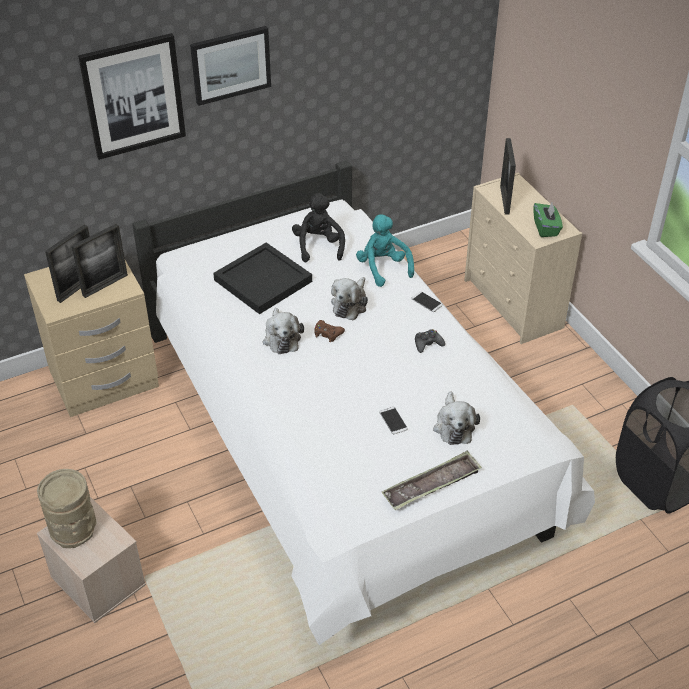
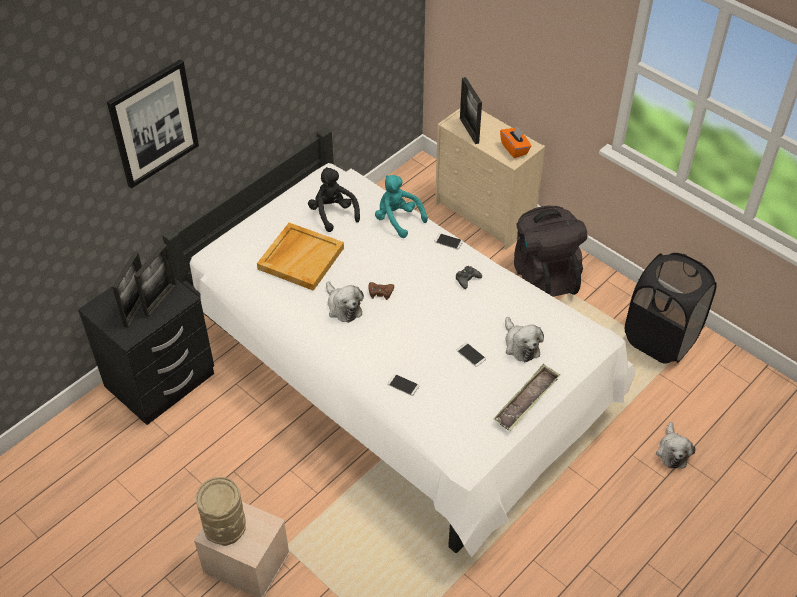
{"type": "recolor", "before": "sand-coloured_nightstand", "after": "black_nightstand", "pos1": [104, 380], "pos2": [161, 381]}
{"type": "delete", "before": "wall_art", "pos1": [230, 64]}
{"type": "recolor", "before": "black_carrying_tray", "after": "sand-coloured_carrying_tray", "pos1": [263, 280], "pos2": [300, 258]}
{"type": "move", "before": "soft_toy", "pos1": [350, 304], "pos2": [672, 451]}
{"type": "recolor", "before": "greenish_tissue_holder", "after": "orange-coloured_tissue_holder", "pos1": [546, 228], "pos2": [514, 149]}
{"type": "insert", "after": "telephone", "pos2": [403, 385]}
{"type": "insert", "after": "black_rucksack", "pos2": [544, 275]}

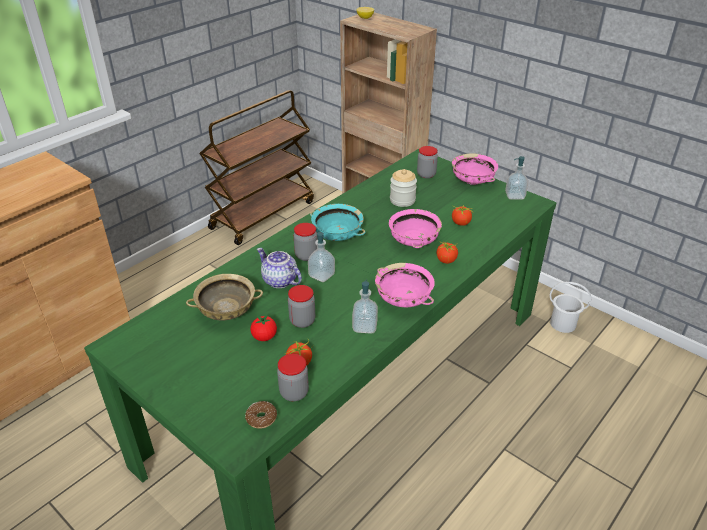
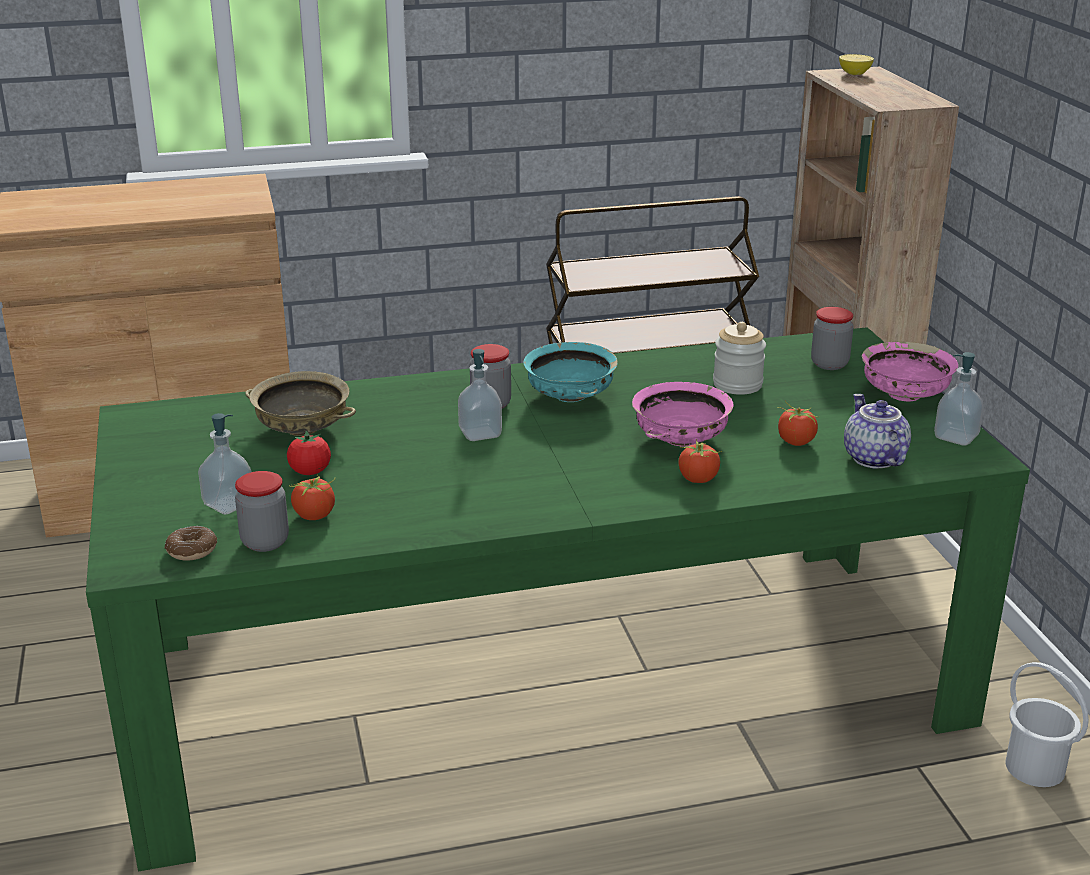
{"type": "move", "before": "teapot", "pos1": [279, 281], "pos2": [872, 458]}
{"type": "delete", "before": "preserve_jar", "pos1": [302, 321]}
{"type": "move", "before": "liquid_soap_bottle", "pos1": [364, 326], "pos2": [228, 504]}
{"type": "delete", "before": "pinkish_bowl", "pos1": [403, 298]}

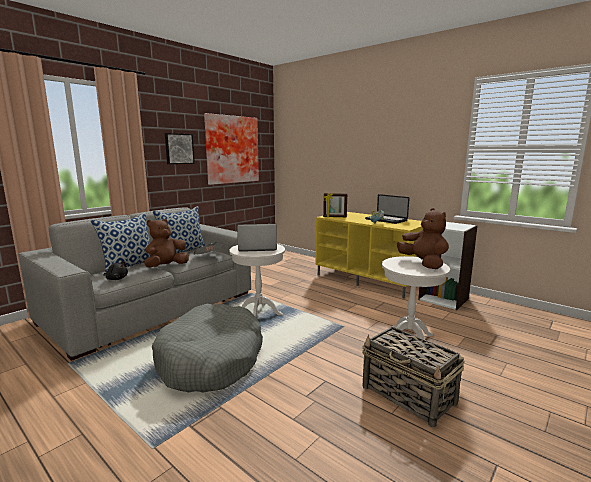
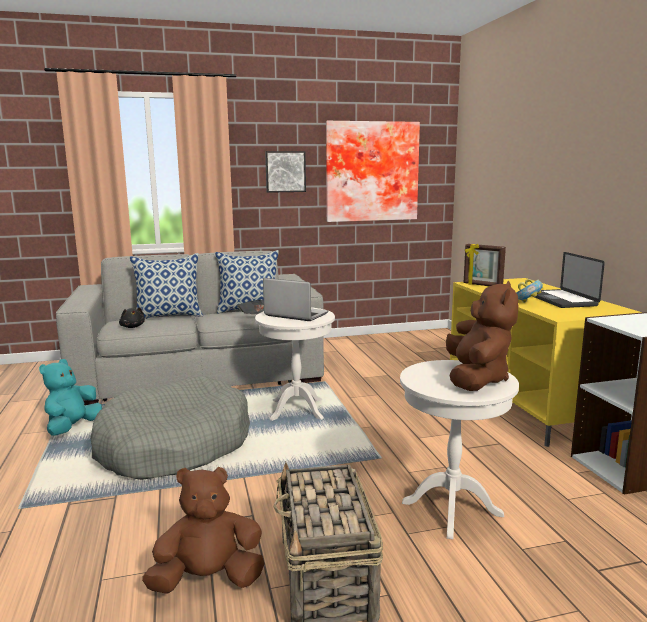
{"type": "move", "before": "brown-coloured_soft_toy", "pos1": [166, 266], "pos2": [208, 580]}
{"type": "insert", "after": "blue-green_soft_toy", "pos2": [73, 428]}

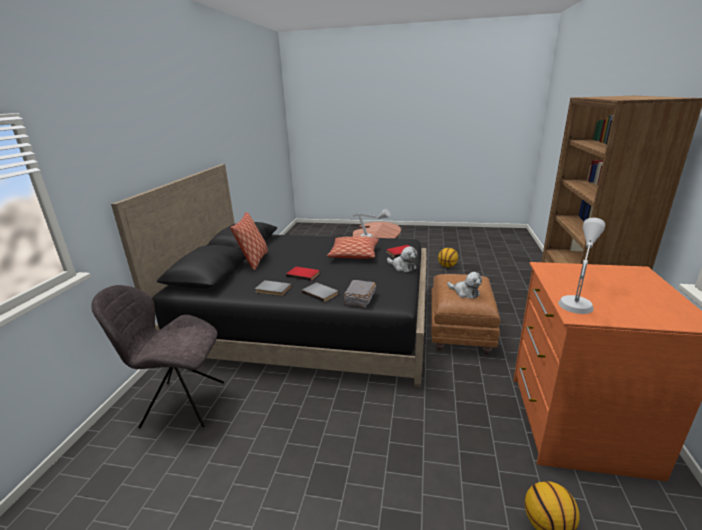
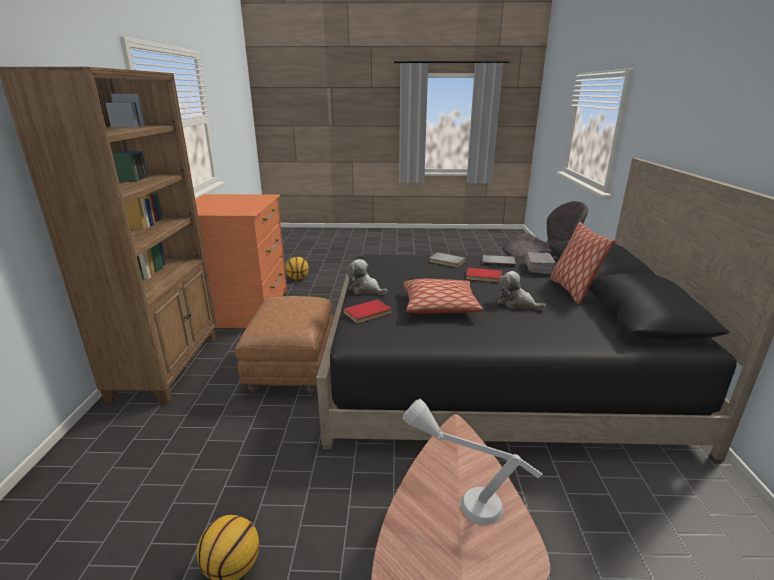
{"type": "move", "before": "grey_book", "pos1": [359, 299], "pos2": [539, 269]}
{"type": "move", "before": "soft_toy", "pos1": [465, 292], "pos2": [517, 304]}
{"type": "delete", "before": "grey_table_lamp", "pos1": [577, 298]}

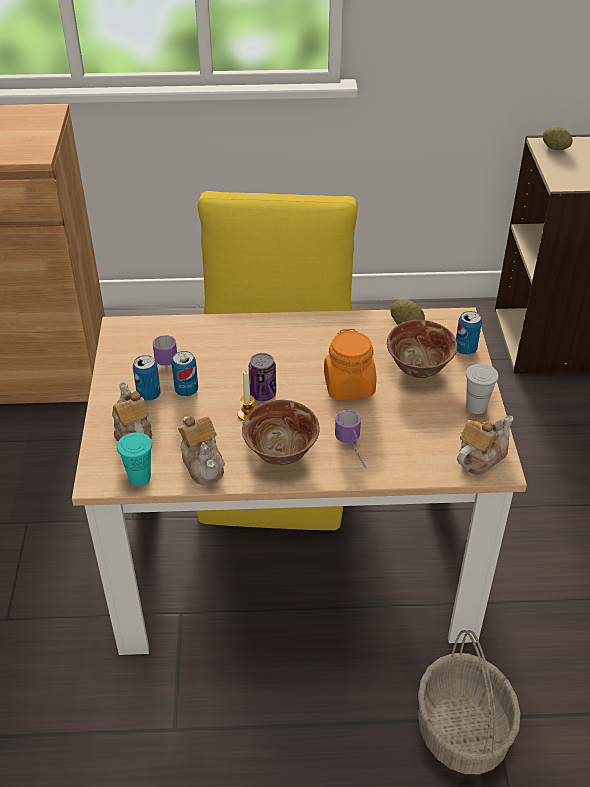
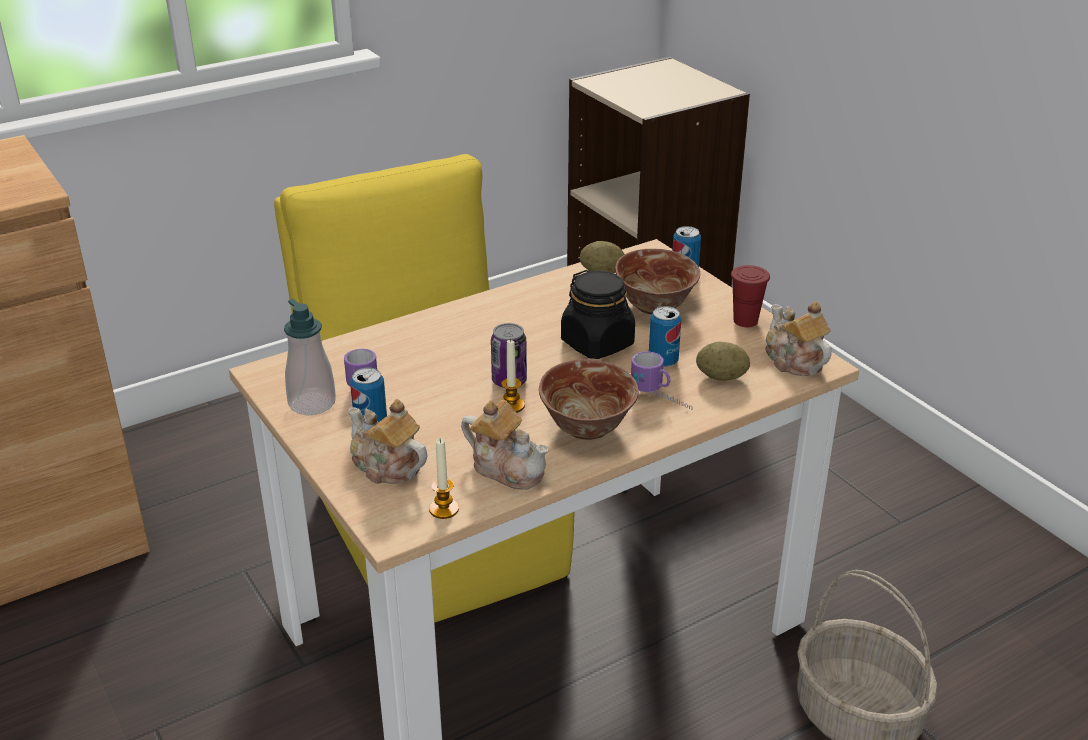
{"type": "replace", "before": "blue-green_drinking_cup", "after": "wax_light", "pos1": [139, 477], "pos2": [444, 509]}
{"type": "move", "before": "sealed_can", "pos1": [186, 390], "pos2": [663, 361]}
{"type": "recolor", "before": "orange-coloured_preserve_jar", "after": "black_preserve_jar", "pos1": [349, 386], "pos2": [597, 344]}
{"type": "rotate", "before": "teapot", "pos1": [480, 457], "pos2": [793, 361], "turn": -45}
{"type": "recolor", "before": "whitish_drinking_cup", "after": "reddish_drinking_cup", "pos1": [476, 407], "pos2": [745, 321]}
{"type": "move", "before": "potato", "pos1": [555, 148], "pos2": [721, 377]}
{"type": "insert", "after": "liquid_soap_bottle", "pos2": [312, 403]}

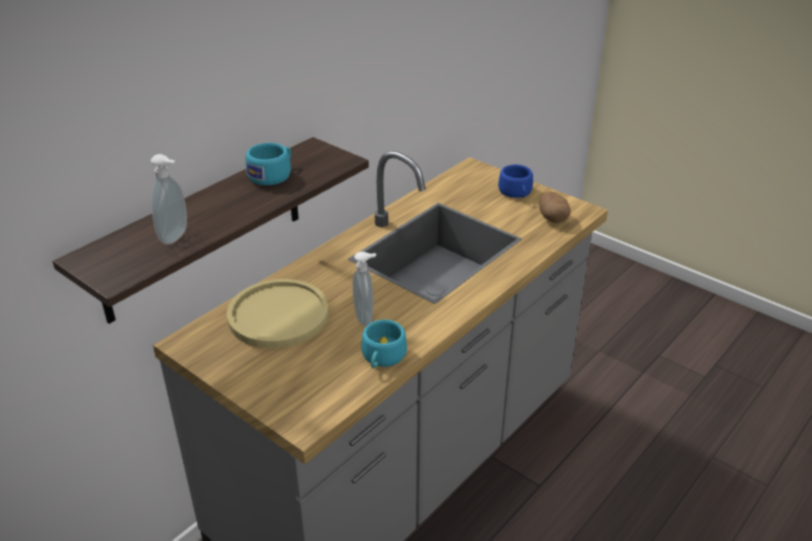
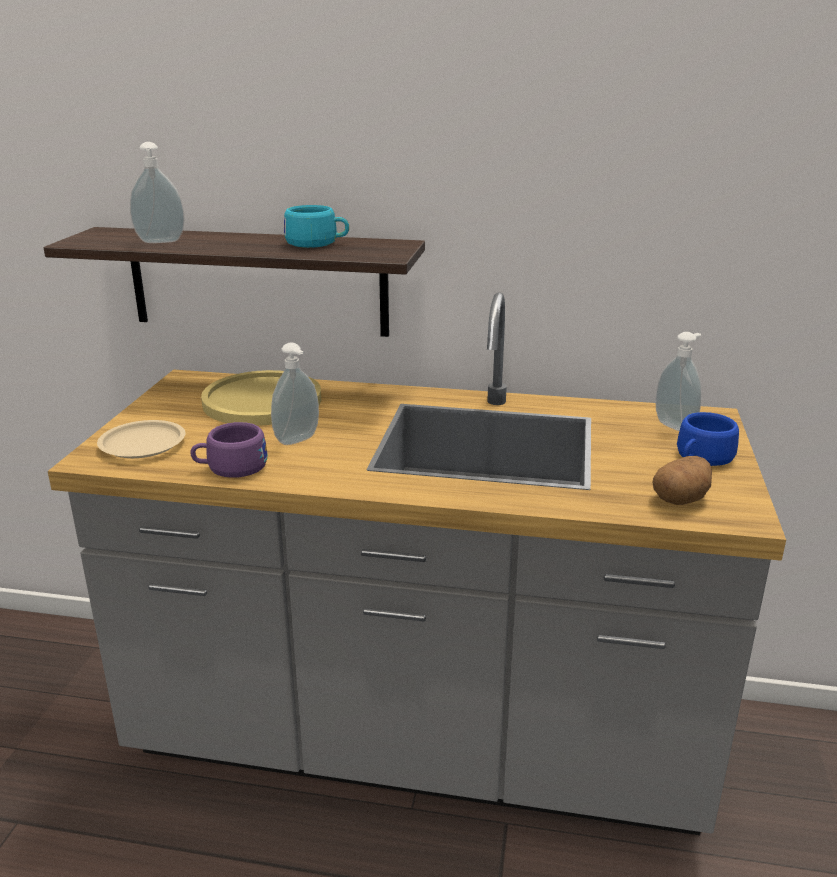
{"type": "recolor", "before": "blue-green_drinking_cup", "after": "purplish_drinking_cup", "pos1": [382, 358], "pos2": [230, 468]}
{"type": "insert", "after": "sand-coloured_plate", "pos2": [143, 445]}
{"type": "insert", "after": "liquid_soap_bottle", "pos2": [676, 425]}

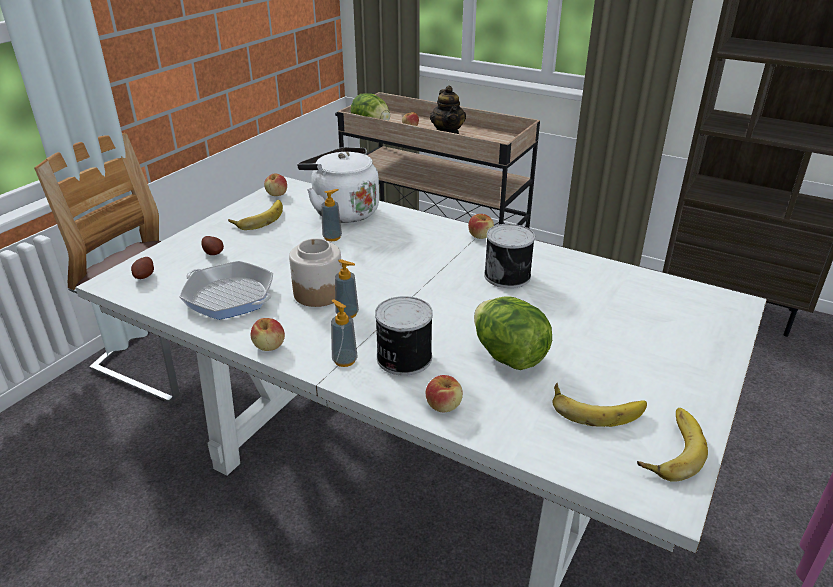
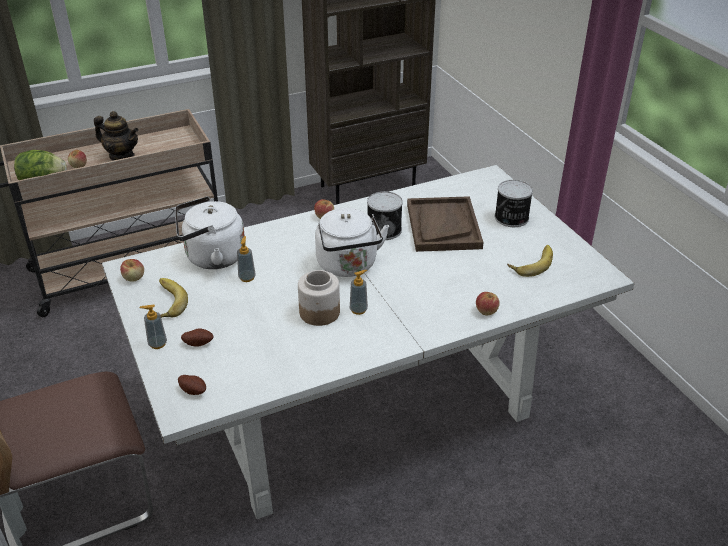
{"type": "delete", "before": "skillet", "pos1": [229, 297]}
{"type": "delete", "before": "apple", "pos1": [269, 346]}
{"type": "move", "before": "liquid_soap_bottle", "pos1": [344, 360], "pos2": [157, 344]}
{"type": "move", "before": "sealed_can", "pos1": [402, 358], "pos2": [511, 218]}
{"type": "delete", "before": "head_of_lettuce", "pos1": [508, 356]}
{"type": "delete", "before": "banana", "pos1": [668, 447]}
{"type": "insert", "after": "whitish_tea_kettle", "pos2": [348, 266]}
{"type": "insert", "after": "brown-coloured_carrying_tray", "pos2": [443, 226]}

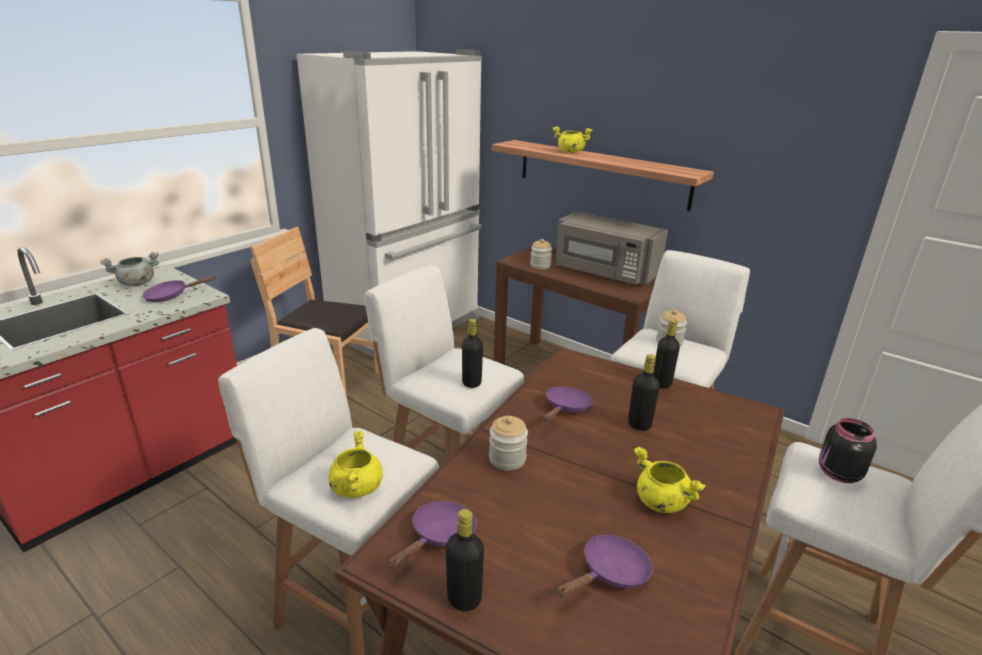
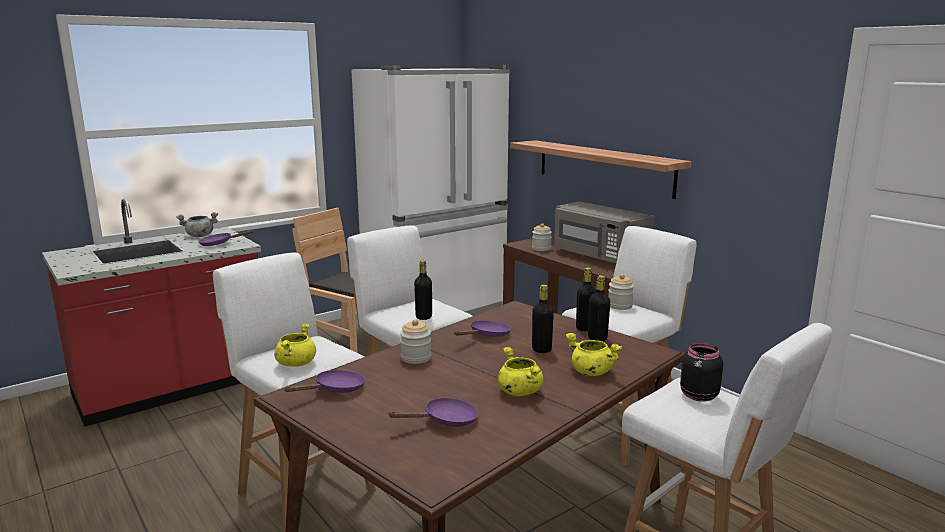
{"type": "move", "before": "black_drink_bottle", "pos1": [464, 599], "pos2": [597, 338]}
{"type": "move", "before": "yellowish_cooking_pot", "pos1": [570, 152], "pos2": [590, 372]}

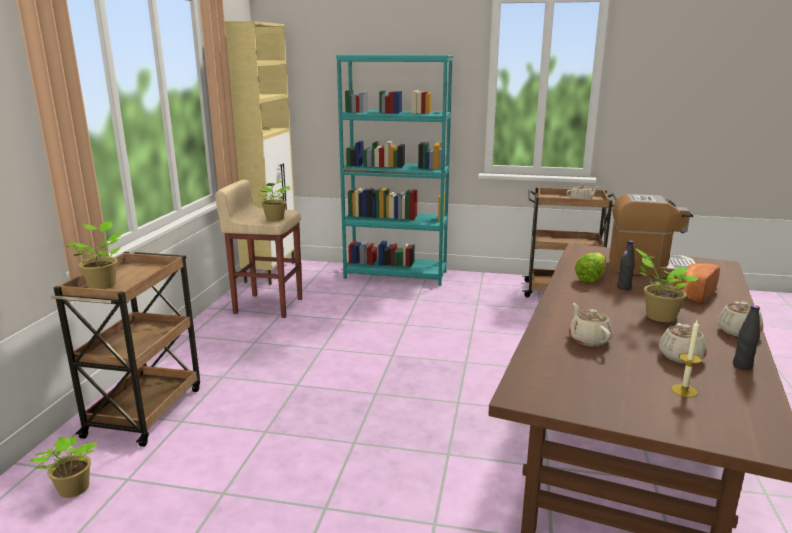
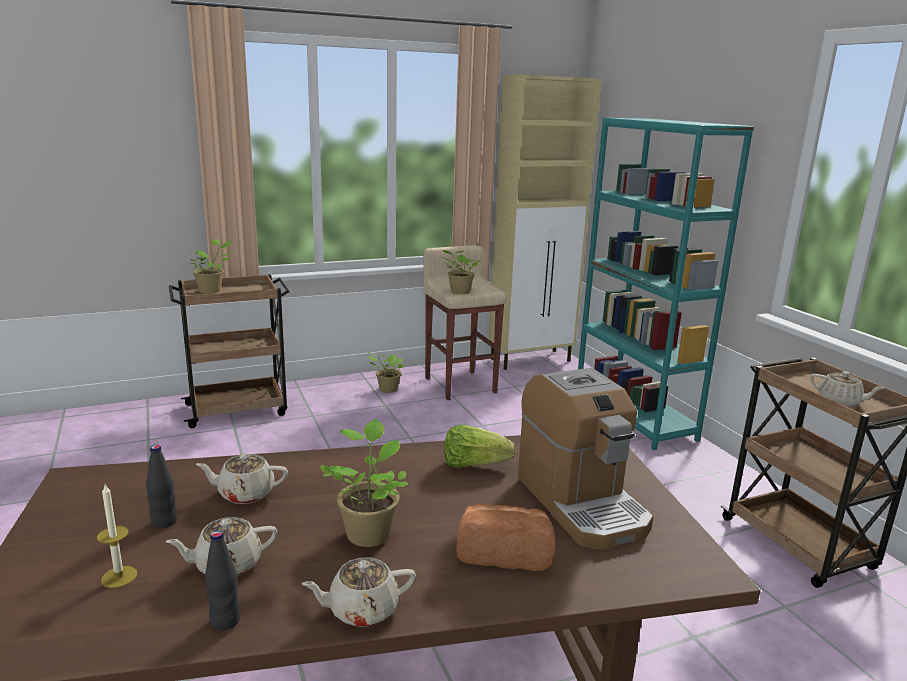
{"type": "move", "before": "houseplant", "pos1": [72, 490], "pos2": [387, 389]}
{"type": "rotate", "before": "sand-coloured_teapot", "pos1": [588, 339], "pos2": [245, 493], "turn": -135}
{"type": "move", "before": "black_drink_bottle", "pos1": [624, 287], "pos2": [164, 522]}

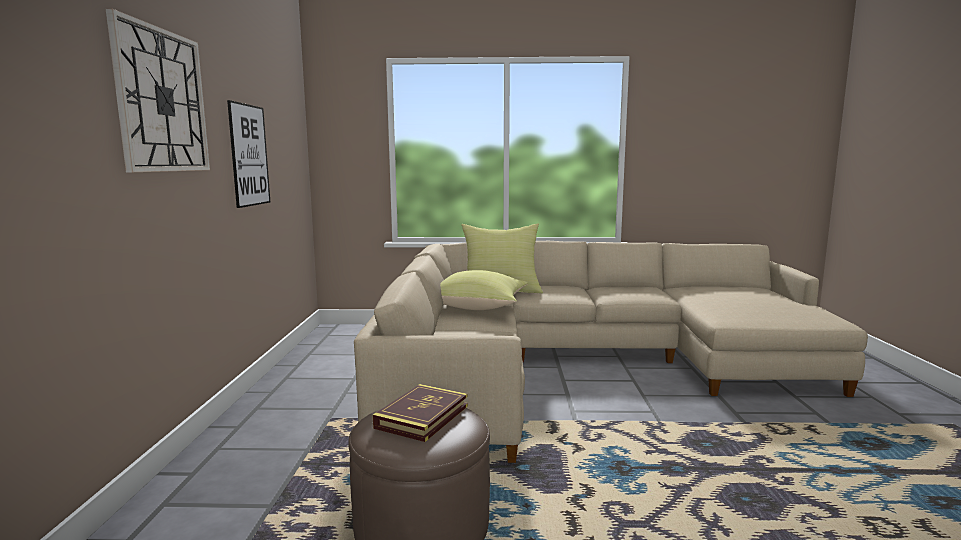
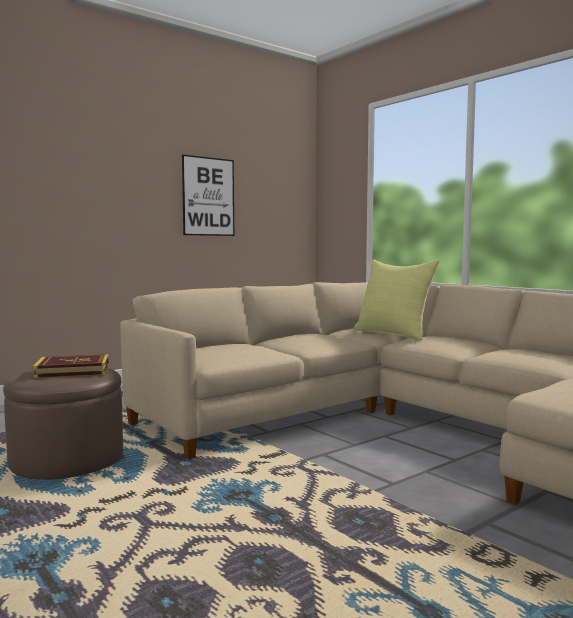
{"type": "delete", "before": "wall_clock", "pos1": [162, 101]}
{"type": "delete", "before": "yellowish_cushion", "pos1": [479, 307]}

